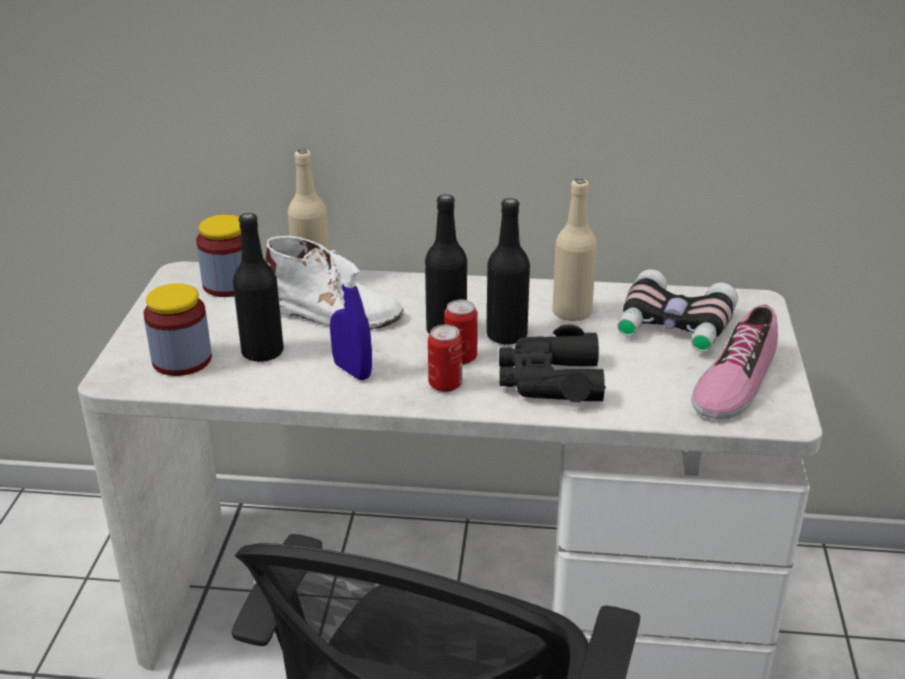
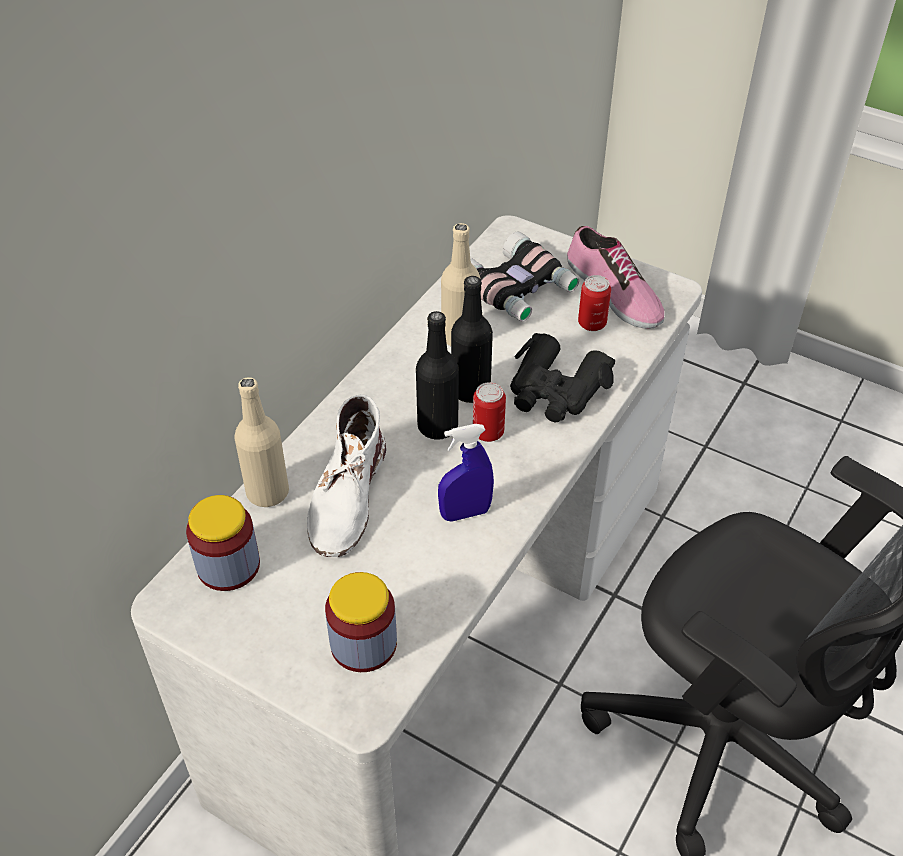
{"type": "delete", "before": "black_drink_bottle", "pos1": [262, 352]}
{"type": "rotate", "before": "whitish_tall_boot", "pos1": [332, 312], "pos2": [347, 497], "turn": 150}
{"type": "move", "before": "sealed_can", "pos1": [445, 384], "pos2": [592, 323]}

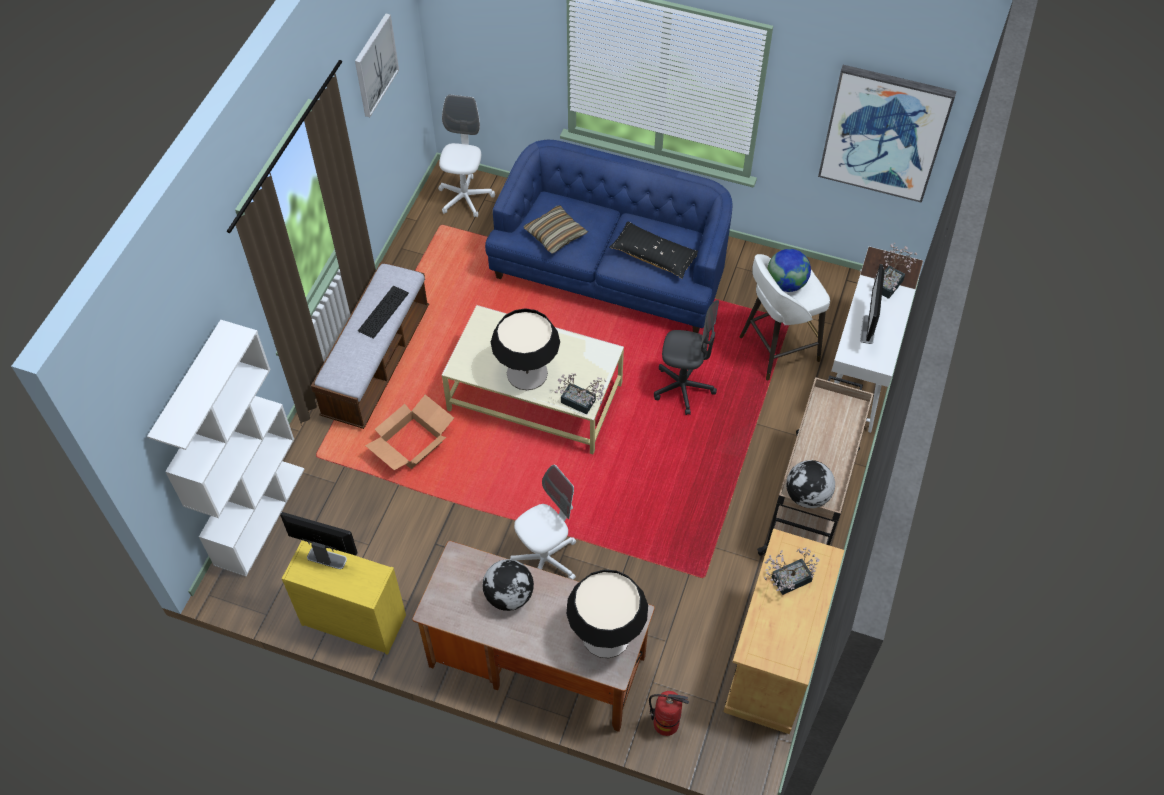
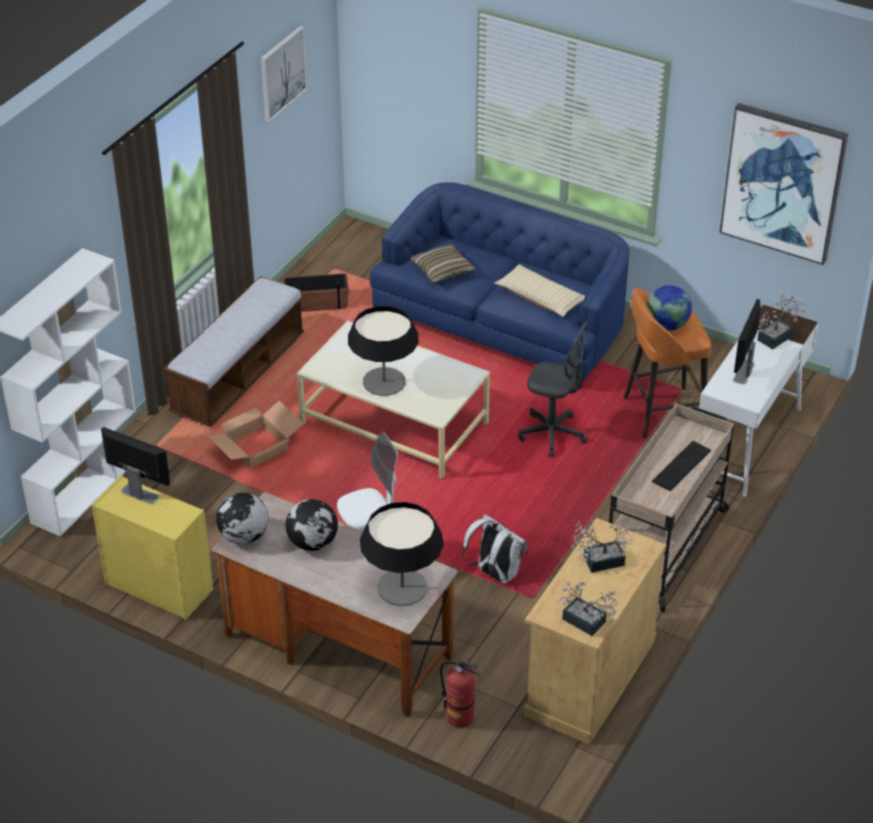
{"type": "move", "before": "PC_keyboard", "pos1": [383, 312], "pos2": [681, 466]}
{"type": "delete", "before": "whitish_office_chair", "pos1": [465, 198]}
{"type": "move", "before": "houseplant", "pos1": [581, 403], "pos2": [587, 623]}
{"type": "recolor", "before": "black_cushion", "after": "sand-coloured_cushion", "pos1": [654, 256], "pos2": [540, 298]}
{"type": "recolor", "before": "whitish_sitting_stool", "after": "orange-coloured_sitting_stool", "pos1": [776, 349], "pos2": [661, 413]}
{"type": "move", "before": "globe", "pos1": [807, 496], "pos2": [243, 536]}
{"type": "insert", "after": "planter", "pos2": [316, 304]}
{"type": "insert", "after": "whitish_rucksack", "pos2": [495, 574]}

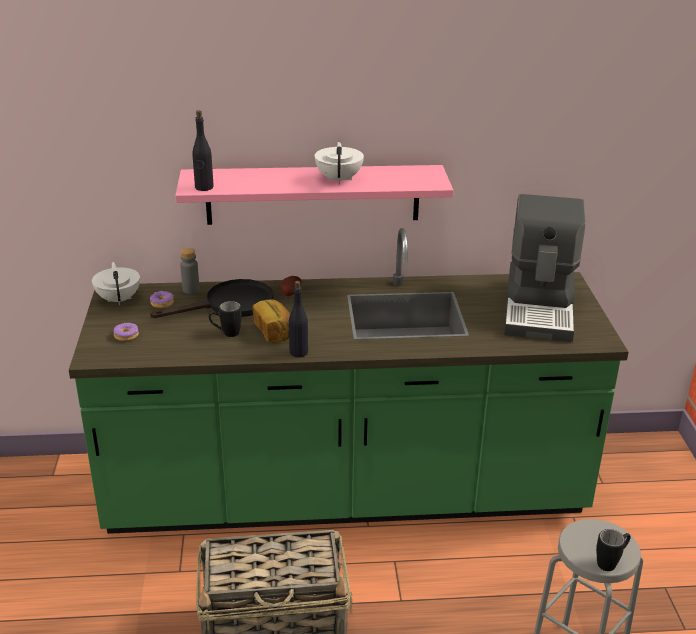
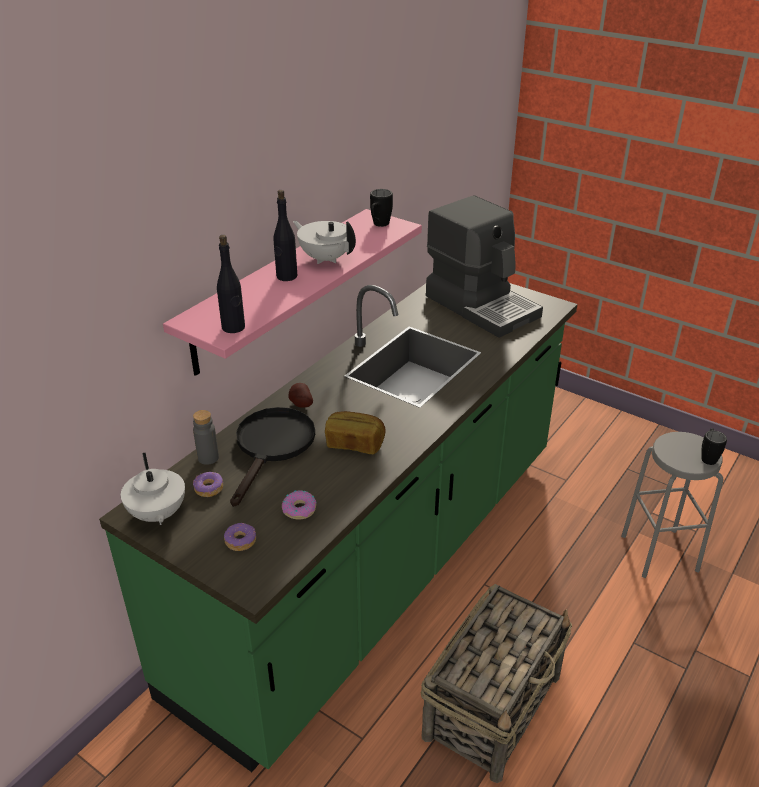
{"type": "rotate", "before": "whitish_teapot", "pos1": [119, 299], "pos2": [157, 515], "turn": -135}
{"type": "move", "before": "black_coffee_mug", "pos1": [226, 333], "pos2": [379, 225]}
{"type": "move", "before": "black_drink_bottle", "pos1": [298, 352], "pos2": [286, 276]}
{"type": "insert", "after": "doughnut", "pos2": [300, 509]}

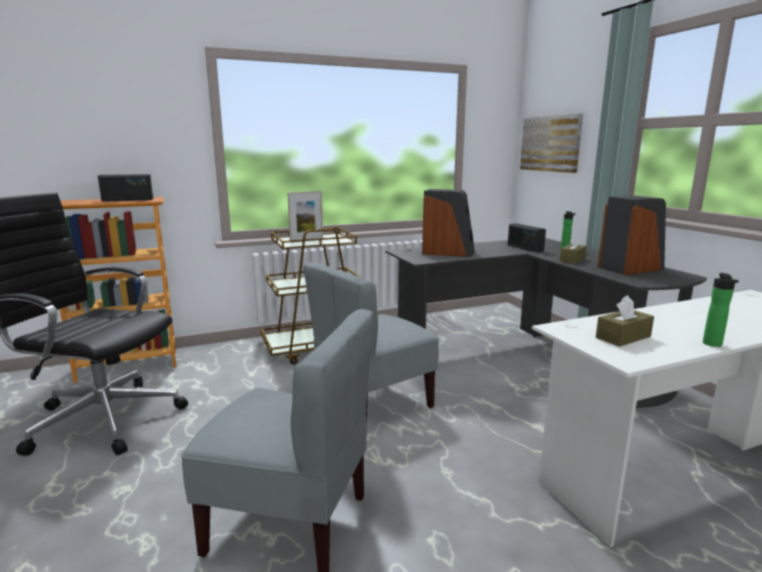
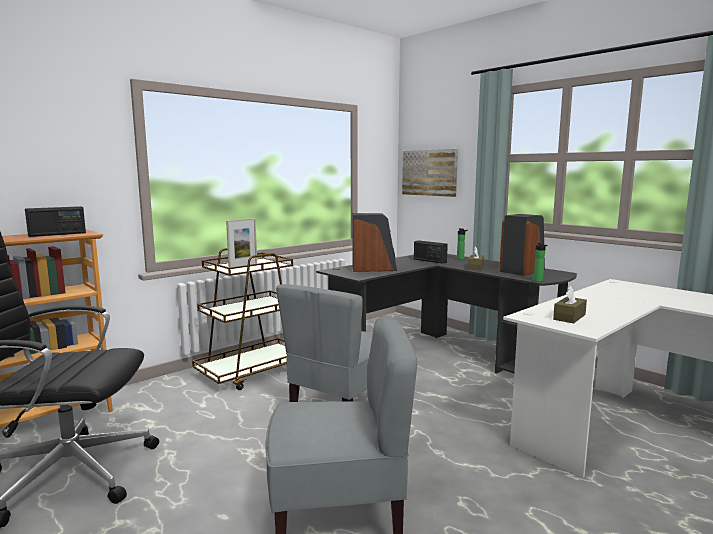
{"type": "move", "before": "drink_bottle", "pos1": [713, 345], "pos2": [539, 281]}

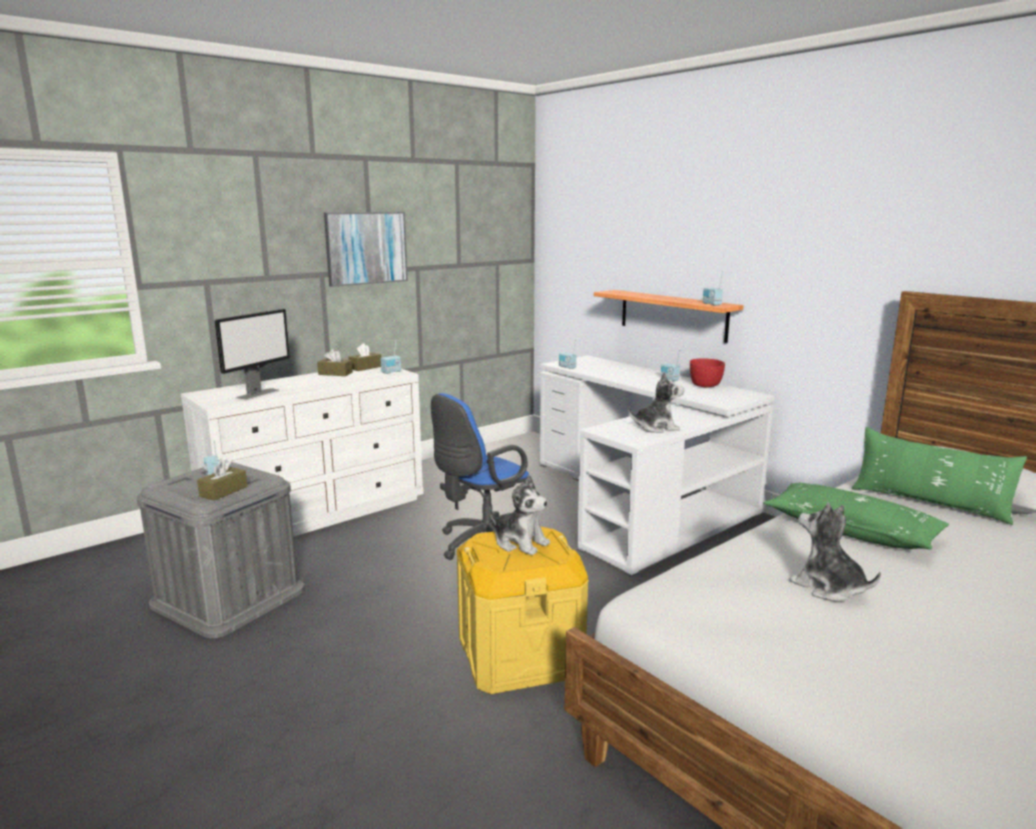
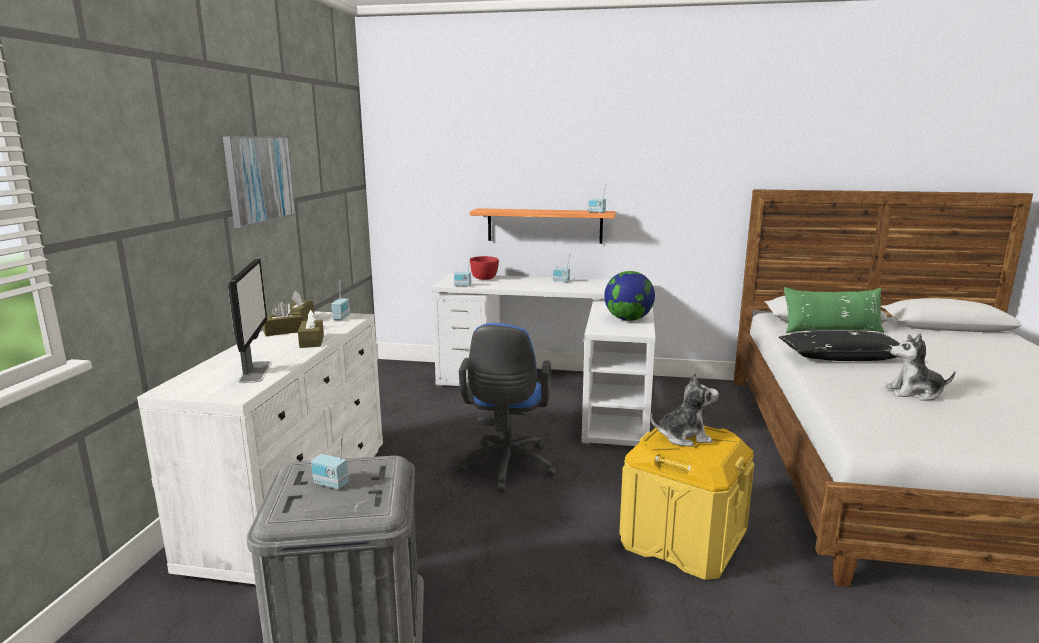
{"type": "move", "before": "brown-coloured_tissue_holder", "pos1": [223, 491], "pos2": [312, 341]}
{"type": "replace", "before": "soft_toy", "after": "globe", "pos1": [656, 427], "pos2": [628, 319]}
{"type": "move", "before": "reddish_bowl", "pos1": [705, 386], "pos2": [484, 278]}
{"type": "recolor", "before": "greenish_cushion", "after": "black_cushion", "pos1": [851, 530], "pos2": [842, 357]}

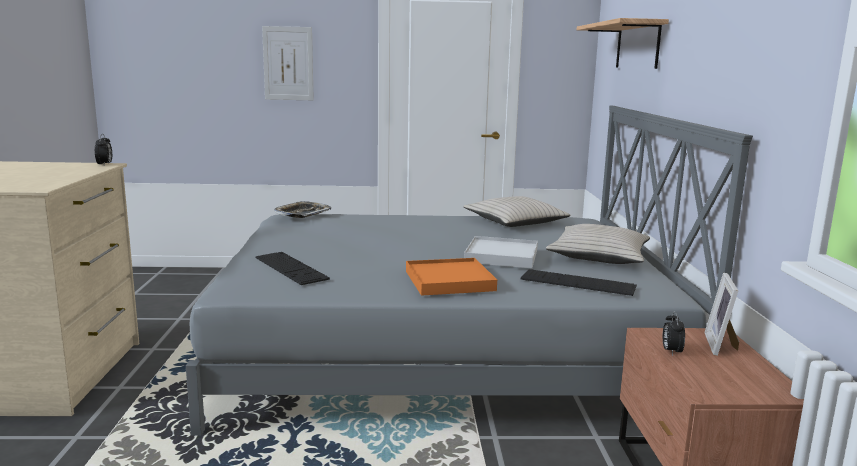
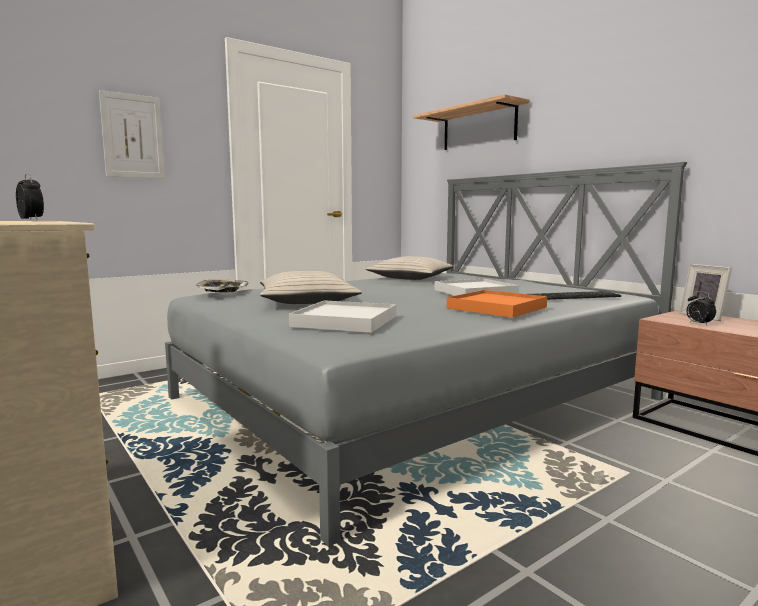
{"type": "replace", "before": "PC_keyboard", "after": "whitish_carrying_tray", "pos1": [290, 268], "pos2": [345, 321]}
{"type": "move", "before": "sand-coloured_cushion", "pos1": [599, 256], "pos2": [307, 301]}

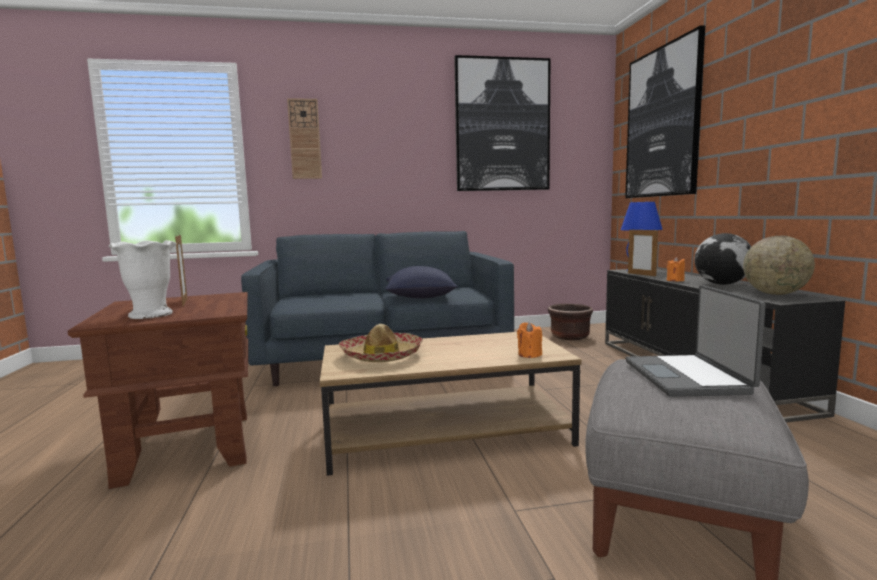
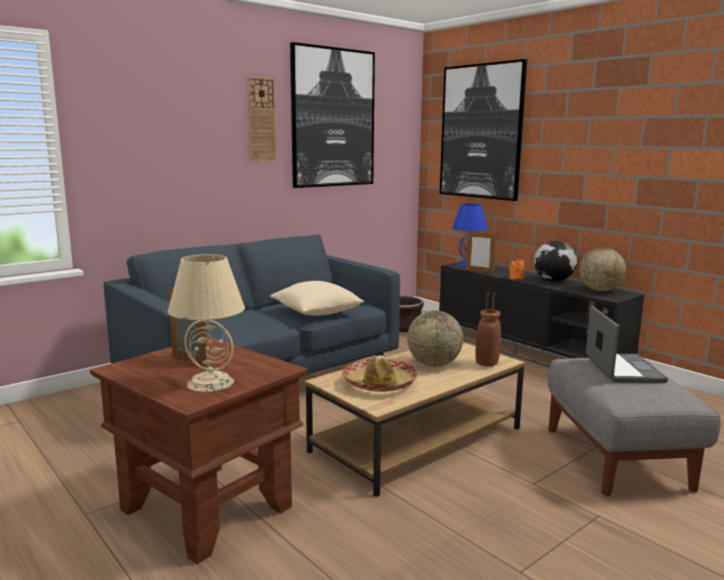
{"type": "replace", "before": "whitish_vase", "after": "sand-coloured_table_lamp", "pos1": [151, 315], "pos2": [211, 382]}
{"type": "move", "before": "wall_clock", "pos1": [305, 139], "pos2": [261, 120]}
{"type": "recolor", "before": "blue-coloured_cushion", "after": "sand-coloured_cushion", "pos1": [420, 297], "pos2": [316, 313]}
{"type": "replace", "before": "orange-coloured_wax_light", "after": "brown-coloured_vase", "pos1": [529, 354], "pos2": [486, 363]}
{"type": "rotate", "before": "laptop", "pos1": [687, 377], "pos2": [622, 369], "turn": -150}
{"type": "insert", "after": "globe", "pos2": [434, 364]}

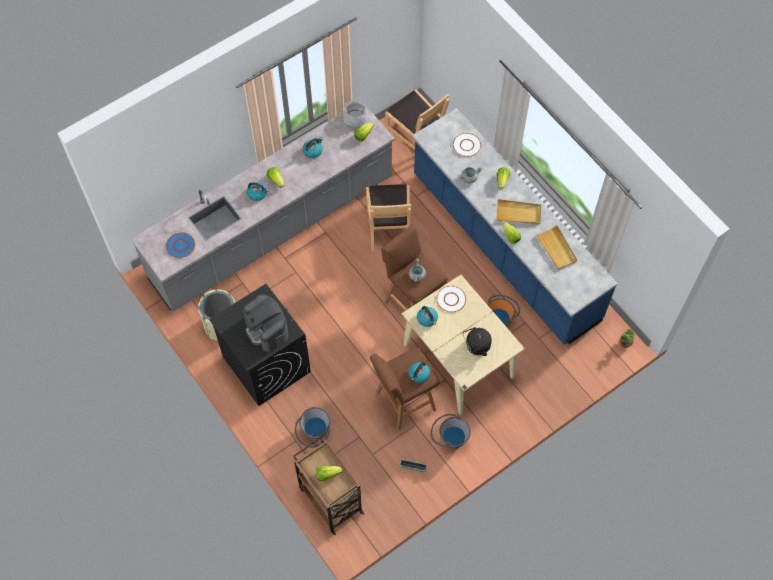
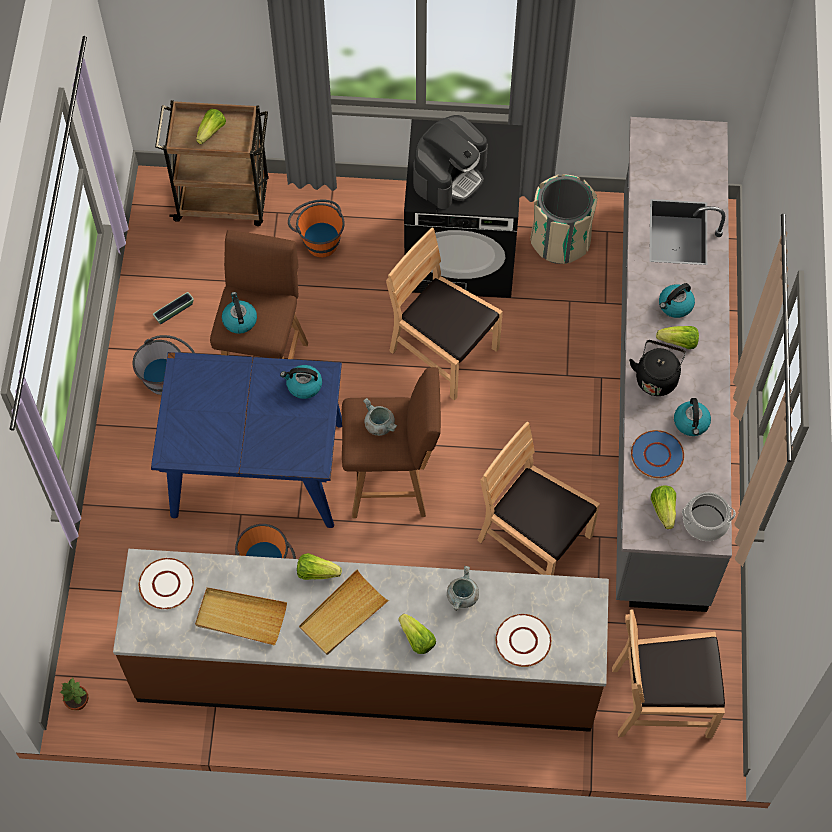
{"type": "move", "before": "blue-coloured_plate", "pos1": [180, 246], "pos2": [656, 455]}
{"type": "rotate", "before": "coffee_maker", "pos1": [267, 329], "pos2": [449, 175], "turn": 120}
{"type": "recolor", "before": "grey_pail", "after": "orange-coloured_pail", "pos1": [314, 434], "pos2": [318, 239]}
{"type": "recolor", "before": "sand-coloured_kitchen_table", "after": "blue-coloured_kitchen_table", "pos1": [459, 361], "pos2": [256, 469]}
{"type": "recolor", "before": "blue-coloured_kitchen_base_unit", "after": "brown-coloured_kitchen_base_unit", "pos1": [504, 248], "pos2": [367, 668]}
{"type": "move", "before": "whitish_plate", "pos1": [451, 299], "pos2": [166, 584]}
{"type": "move", "before": "black_tea_kettle", "pos1": [476, 346], "pos2": [656, 377]}
{"type": "insert", "after": "brown-coloured_upright_chair", "pos2": [443, 351]}

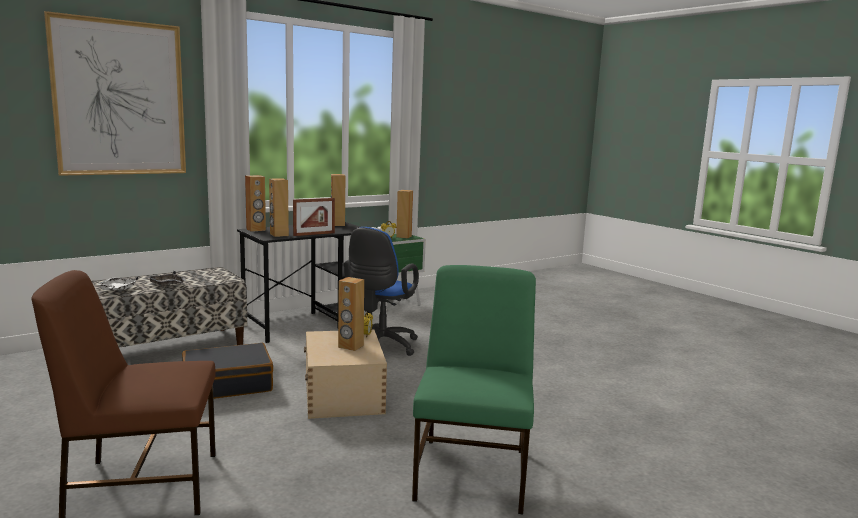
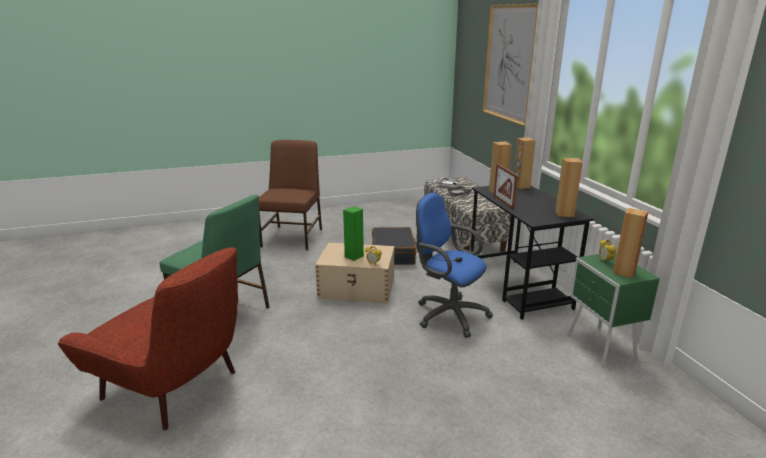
{"type": "recolor", "before": "brown-coloured_speaker", "after": "greenish_speaker", "pos1": [350, 346], "pos2": [354, 256]}
{"type": "insert", "after": "reddish_lounge_chair", "pos2": [176, 388]}

